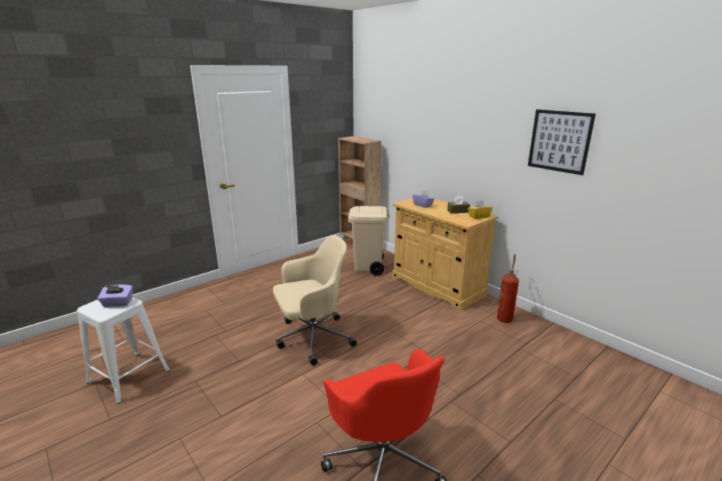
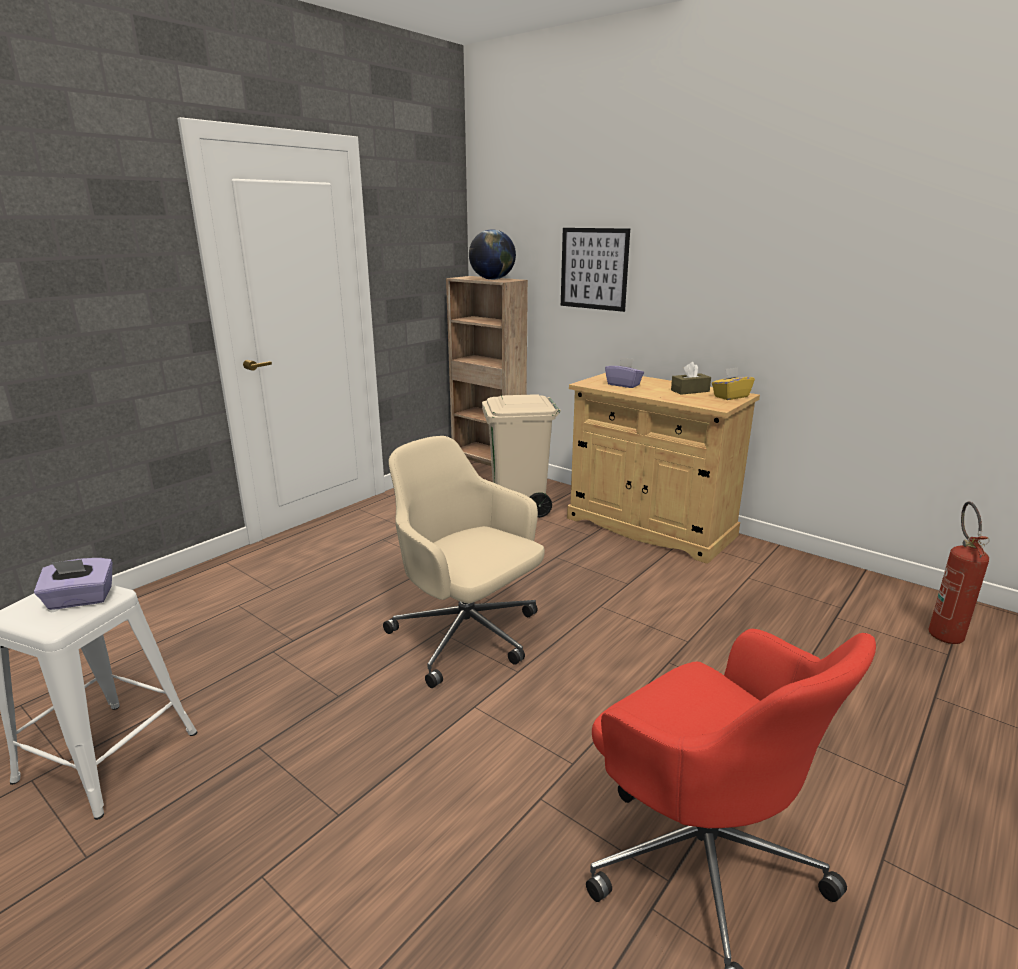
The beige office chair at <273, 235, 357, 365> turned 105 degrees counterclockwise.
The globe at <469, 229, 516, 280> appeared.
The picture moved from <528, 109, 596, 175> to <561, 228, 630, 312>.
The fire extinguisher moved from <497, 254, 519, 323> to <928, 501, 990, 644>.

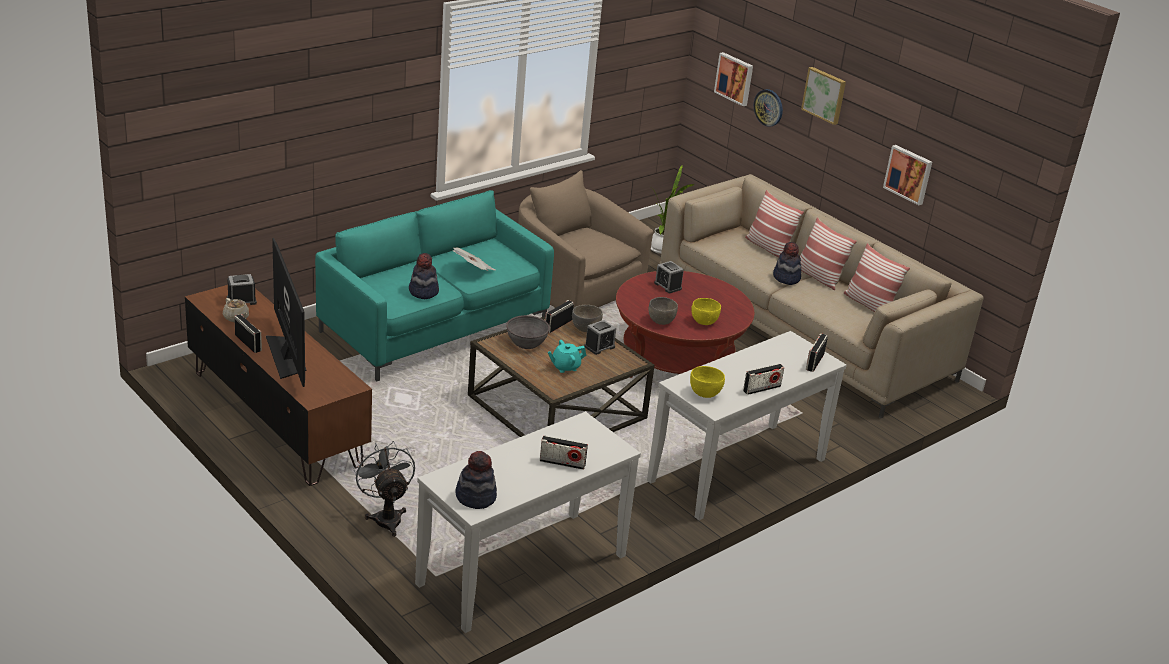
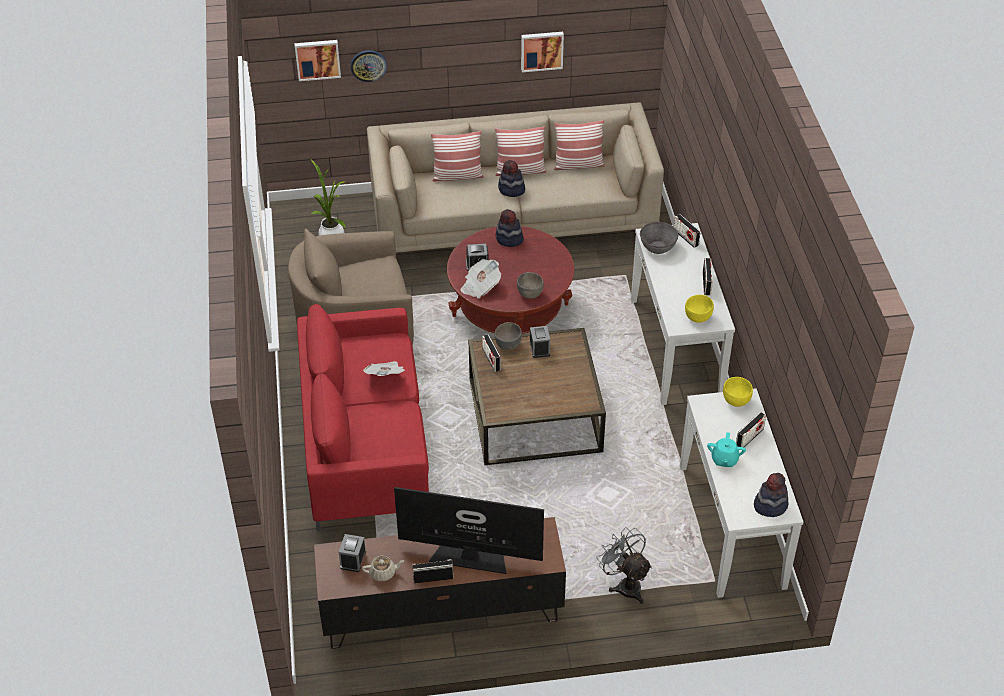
The turquoise sofa at <315, 190, 554, 381> became the red sofa at <297, 304, 429, 531>.
The newspaper at <460, 259, 501, 299> appeared.
The hat moved from <409, 253, 439, 299> to <496, 209, 523, 247>.
The grey fan at <353, 441, 415, 537> turned 45 degrees clockwise.
The grey bowl moved from <506, 315, 550, 349> to <640, 222, 678, 254>.
The turquoise teapot moved from <548, 340, 586, 373> to <707, 432, 746, 467>.
The yellow bowl moved from <691, 298, 721, 325> to <723, 377, 753, 407>.
The picture at <801, 67, 846, 125> disappeared.

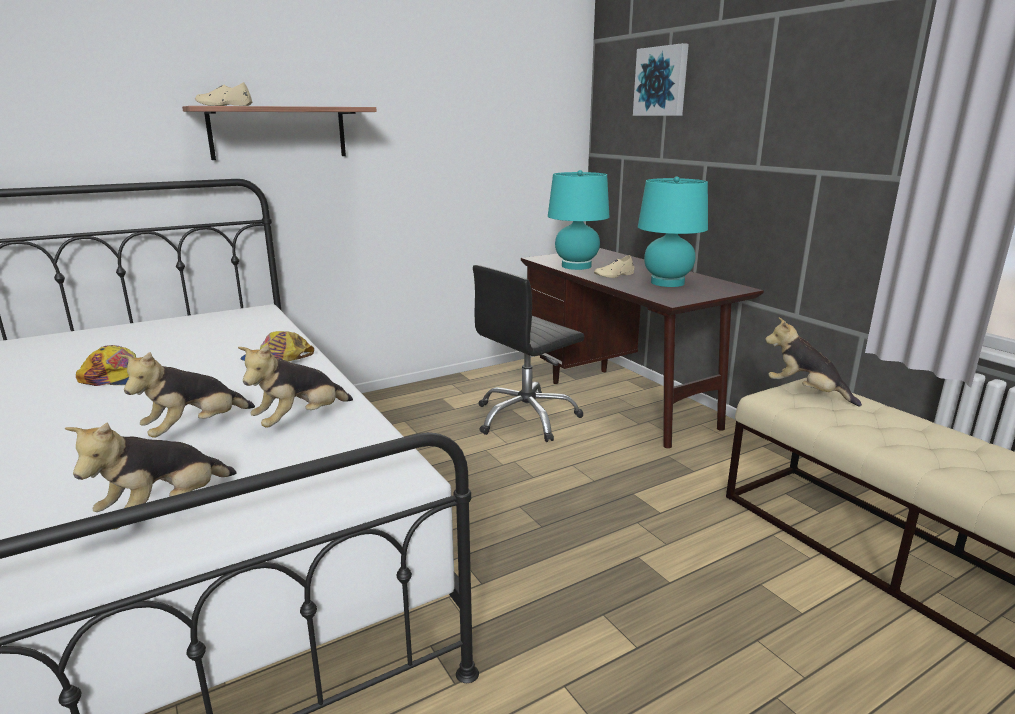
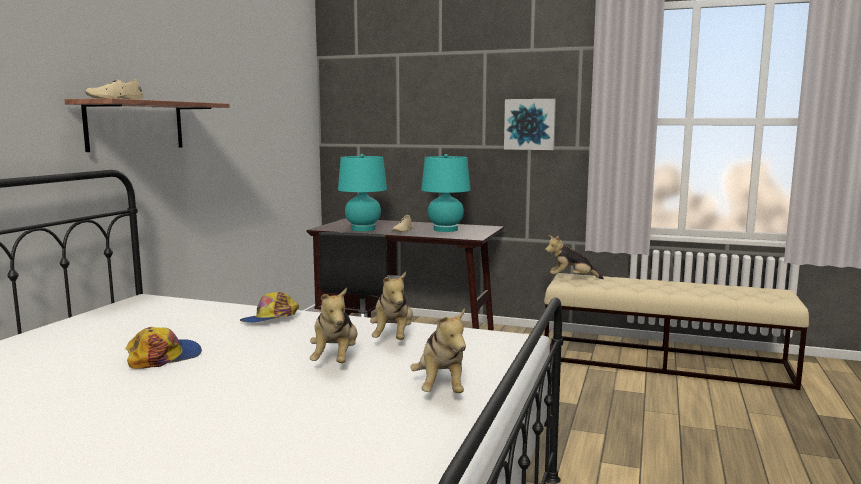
The picture moved from <633, 43, 689, 116> to <504, 99, 556, 150>.

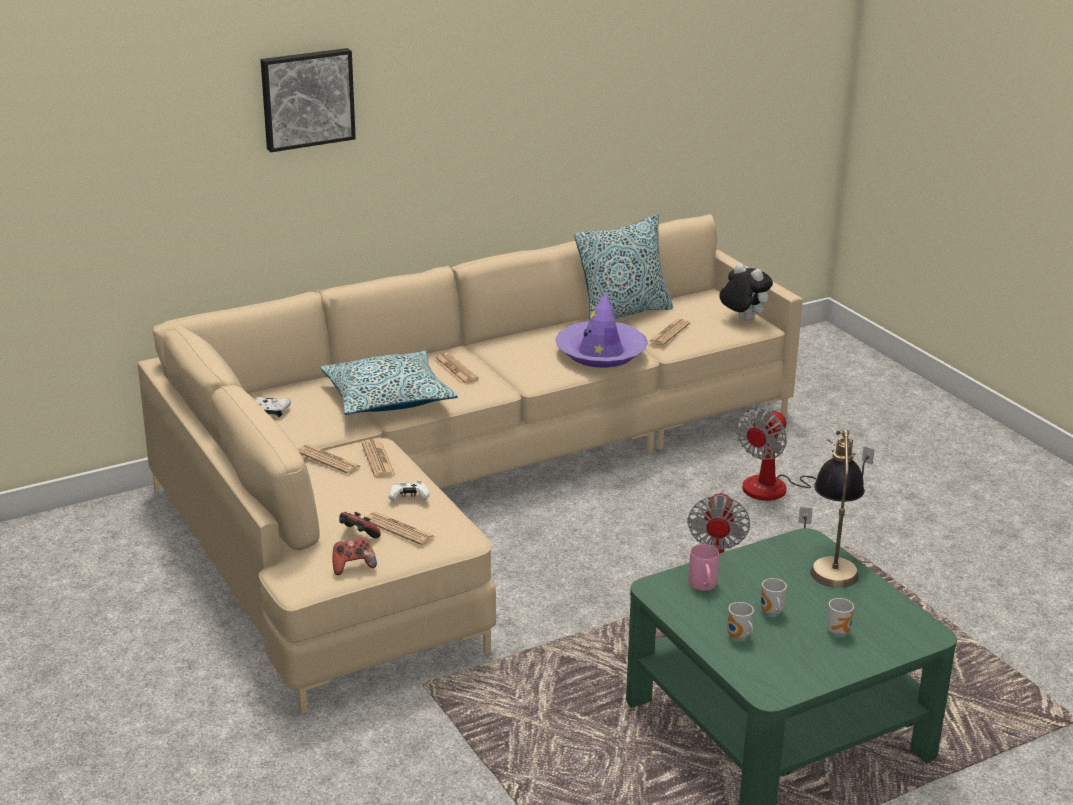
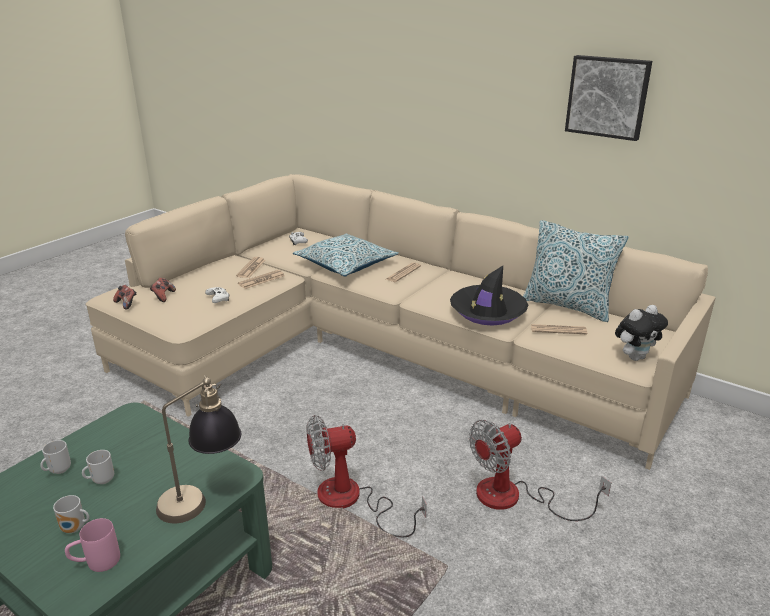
The pink mug moved from <689, 544, 719, 591> to <65, 518, 120, 572>.
The purple hat at <555, 293, 648, 368> became the black hat at <450, 266, 528, 326>.
The fan at <736, 408, 875, 501> turned 45 degrees counterclockwise.
The picture moved from <261, 48, 356, 152> to <565, 55, 652, 141>.
The plush toy at <719, 263, 773, 321> turned 45 degrees clockwise.
The newspaper at <366, 512, 435, 545> disappeared.

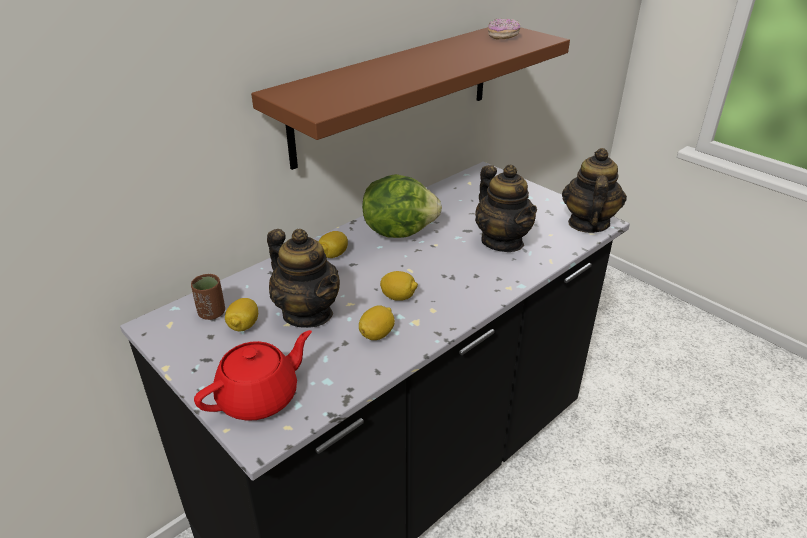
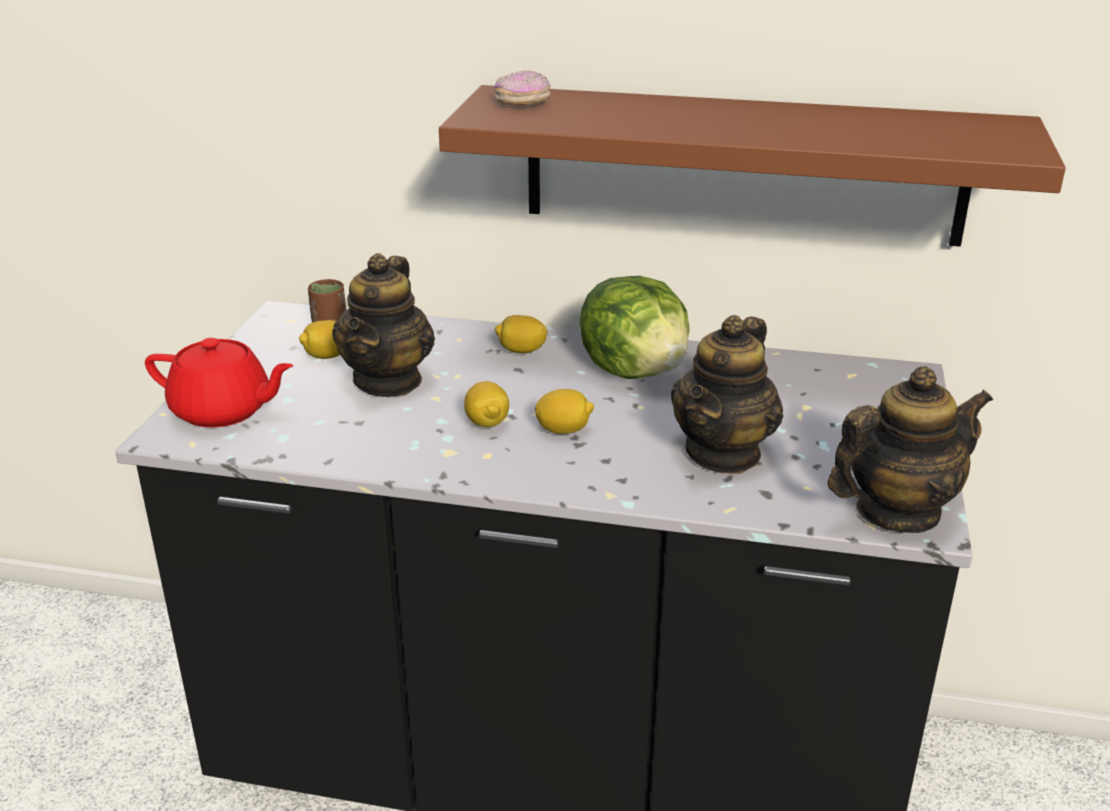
The donut moved from <488, 18, 520, 39> to <495, 70, 551, 106>.
The lemon moved from <359, 305, 395, 340> to <535, 389, 594, 434>.

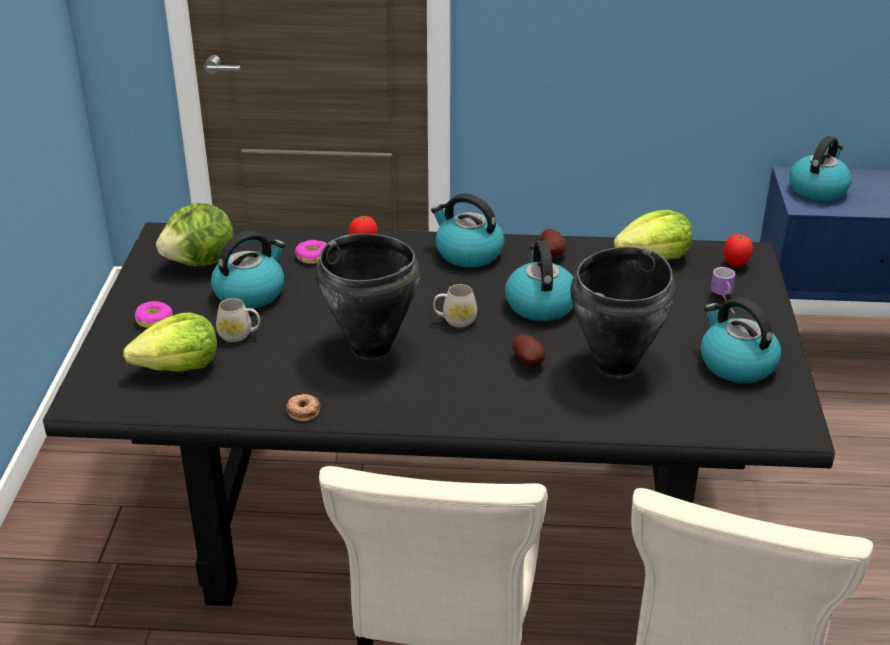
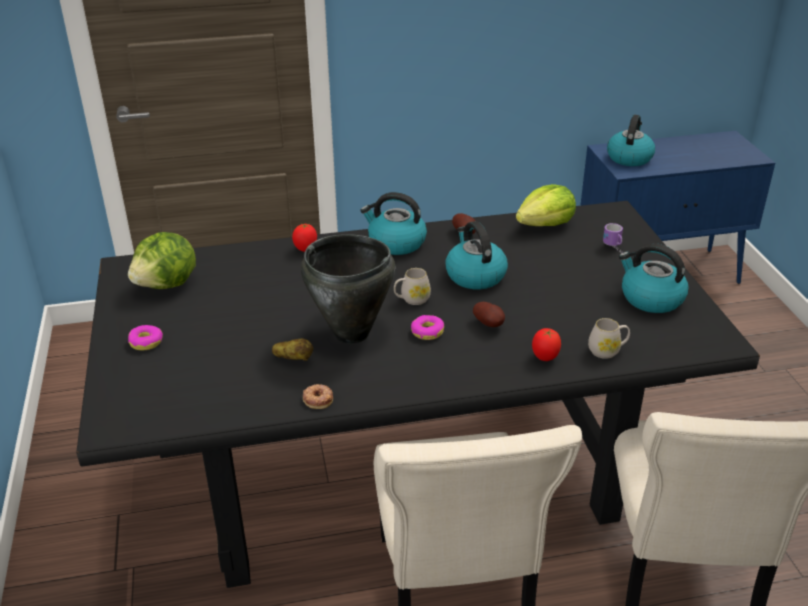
The potato at <272, 338, 313, 361> appeared.
The donut moved from <295, 240, 326, 264> to <411, 315, 444, 340>.
The tomato moved from <724, 234, 753, 267> to <532, 328, 561, 361>.
The white mug moved from <216, 298, 260, 342> to <588, 318, 630, 359>.
The lettuce at <123, 312, 217, 372> disappeared.
The kettle at <211, 231, 285, 309> disappeared.
The black cooking pot at <570, 246, 676, 376> disappeared.

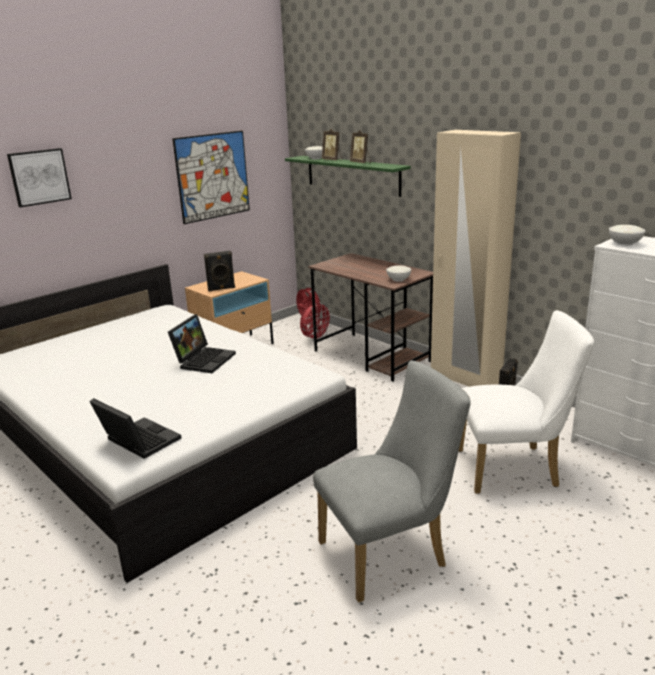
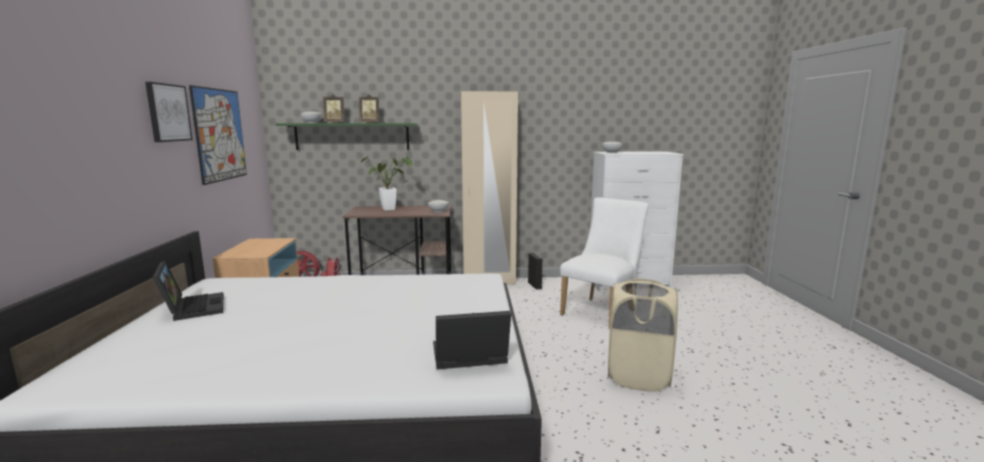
The picture moved from <7, 148, 72, 208> to <145, 82, 193, 142>.
The laptop moved from <168, 314, 236, 373> to <153, 261, 224, 321>.
The potted plant at <361, 156, 413, 211> appeared.
The grey chair at <313, 361, 471, 603> was replaced by the beige laundry basket at <608, 278, 678, 392>.
The black speaker at <204, 251, 235, 291> disappeared.

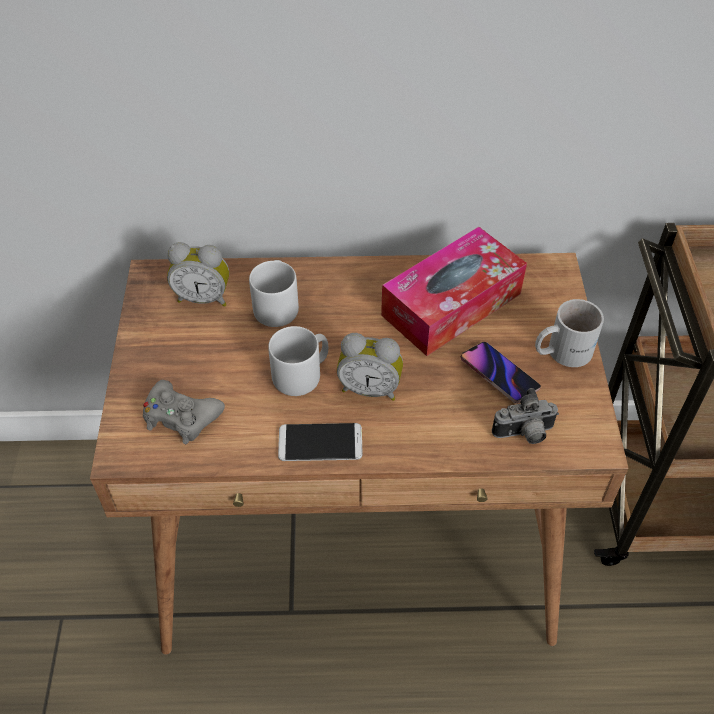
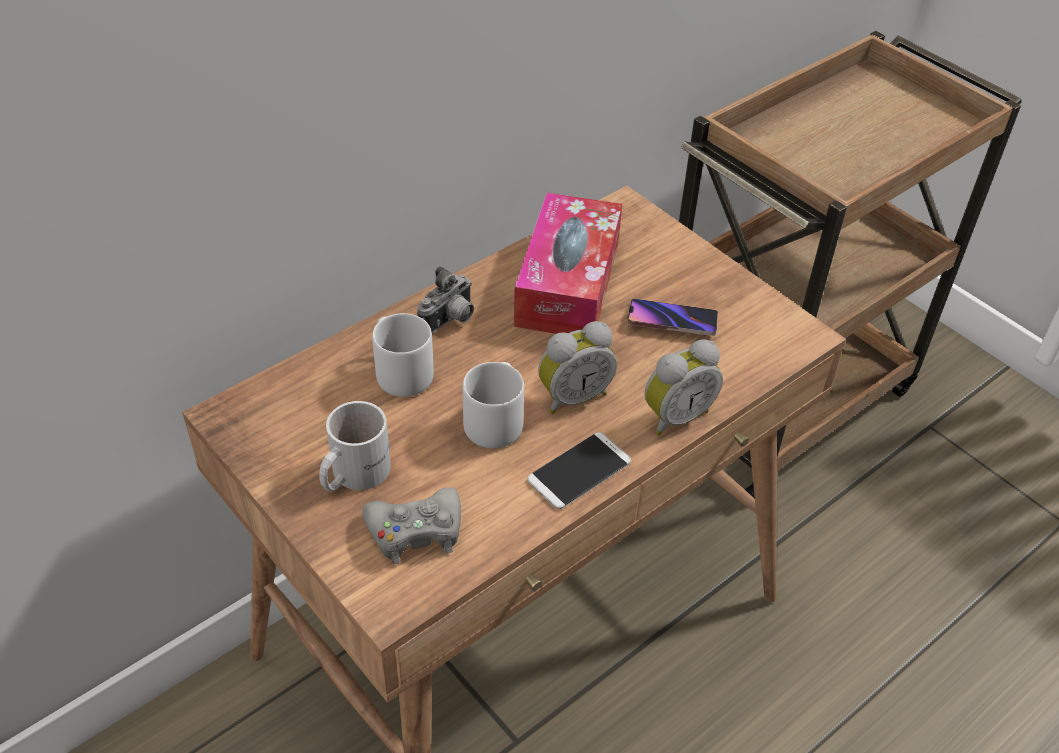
The white mug moved from <535, 299, 604, 367> to <319, 401, 391, 491>.
The photo camera moved from <492, 388, 559, 444> to <417, 266, 474, 333>.
The alarm clock moved from <167, 242, 229, 307> to <645, 340, 723, 436>.

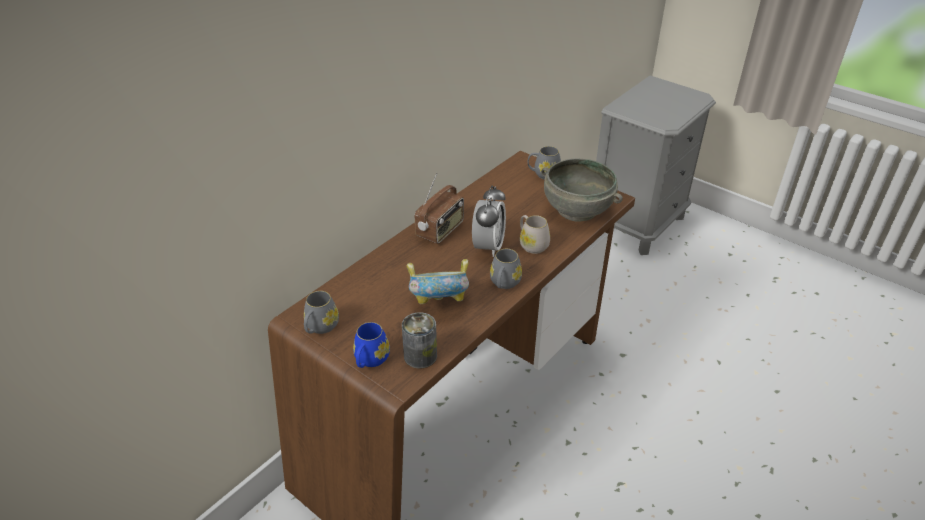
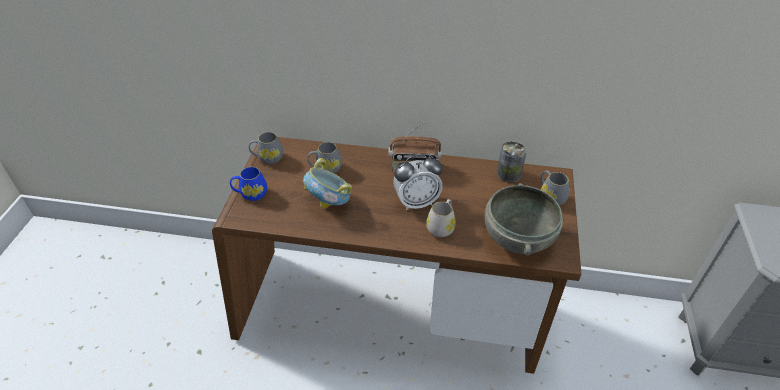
The grey mug moved from <490, 249, 522, 289> to <308, 142, 342, 174>.
The can moved from <402, 312, 437, 369> to <497, 141, 527, 183>.

